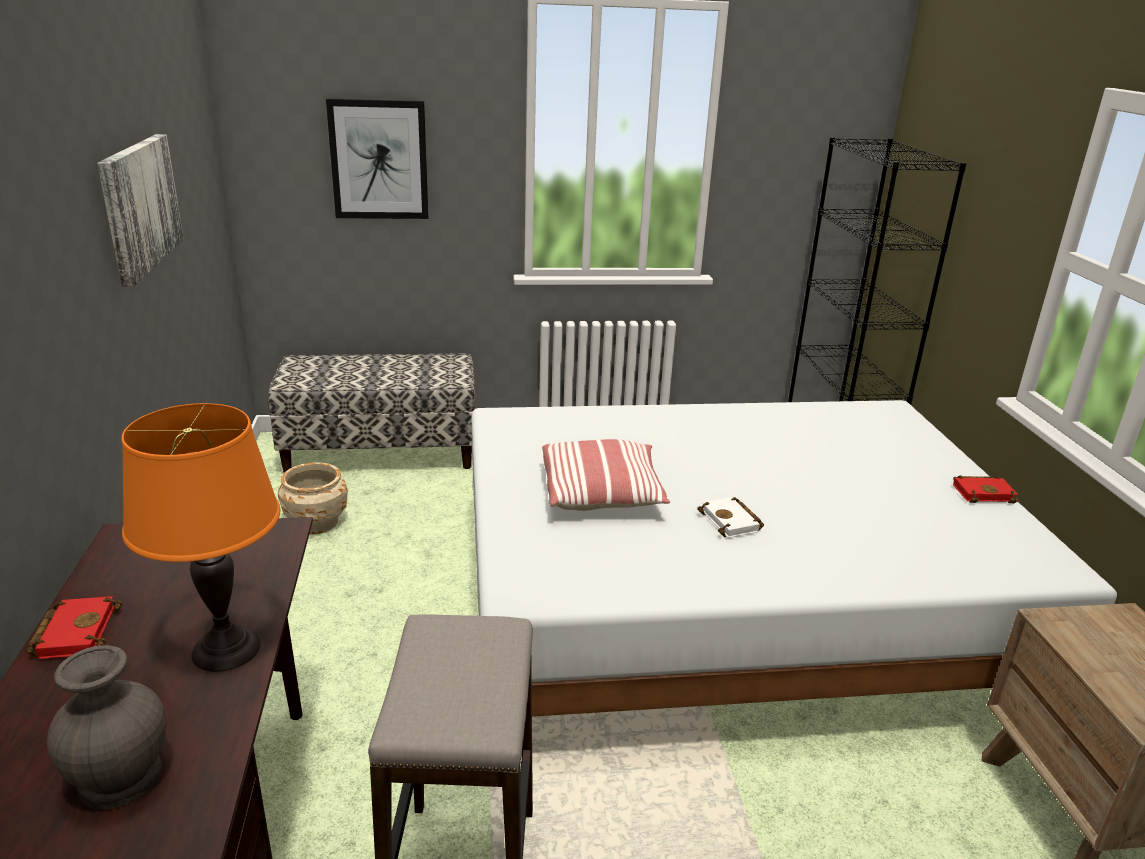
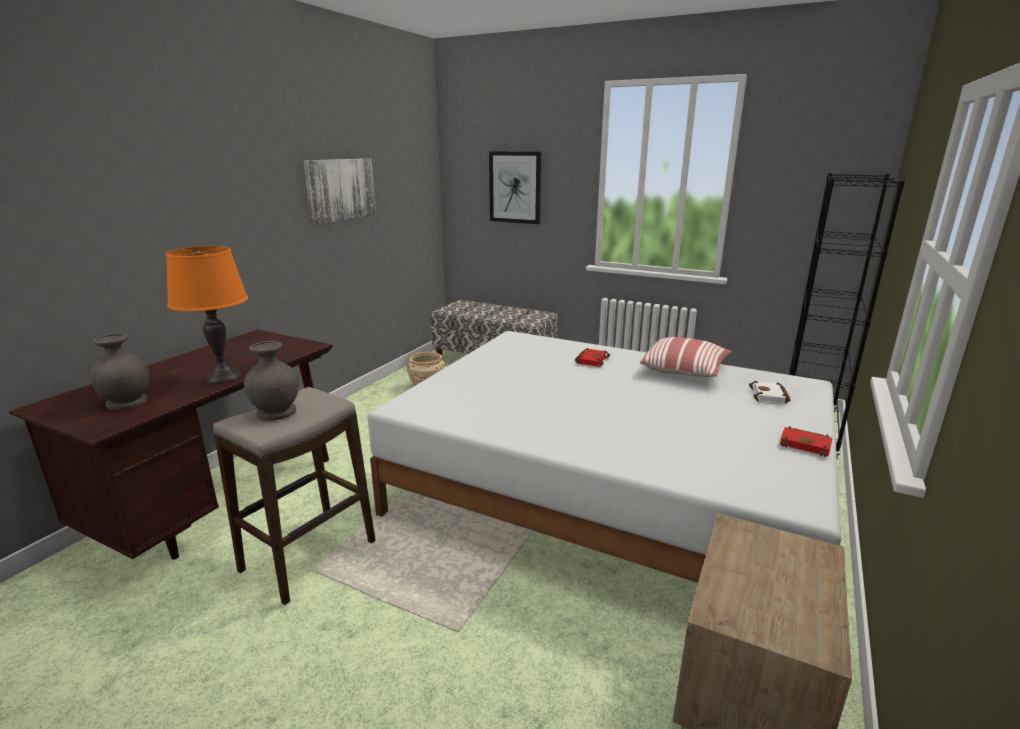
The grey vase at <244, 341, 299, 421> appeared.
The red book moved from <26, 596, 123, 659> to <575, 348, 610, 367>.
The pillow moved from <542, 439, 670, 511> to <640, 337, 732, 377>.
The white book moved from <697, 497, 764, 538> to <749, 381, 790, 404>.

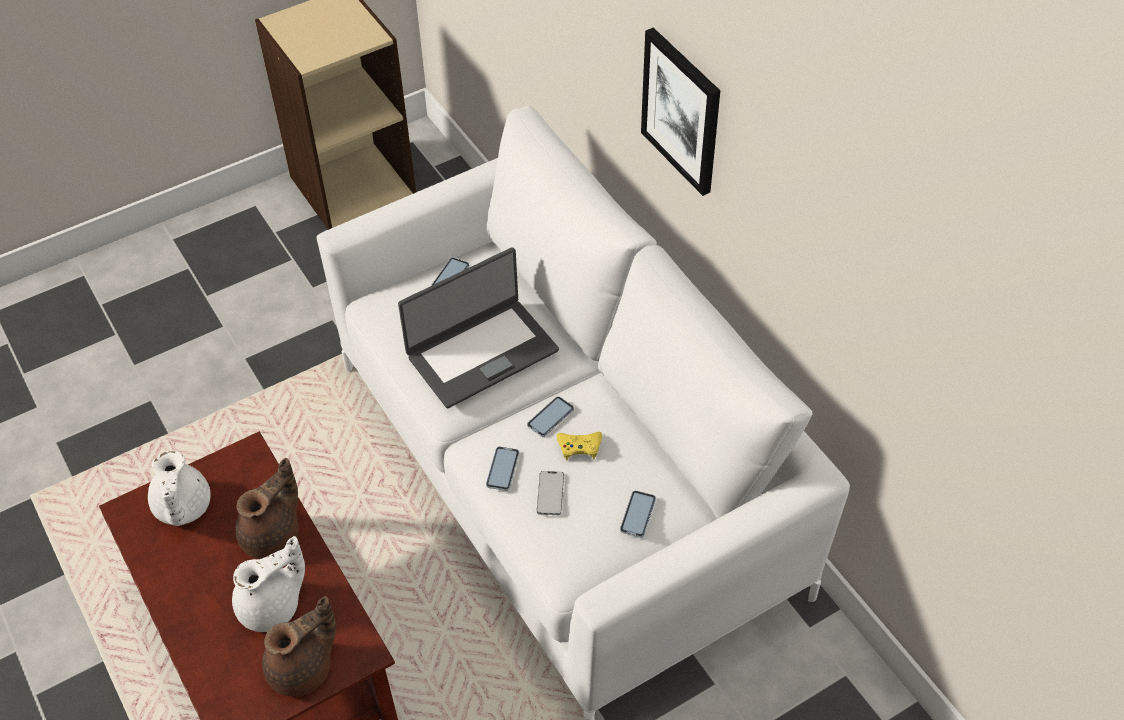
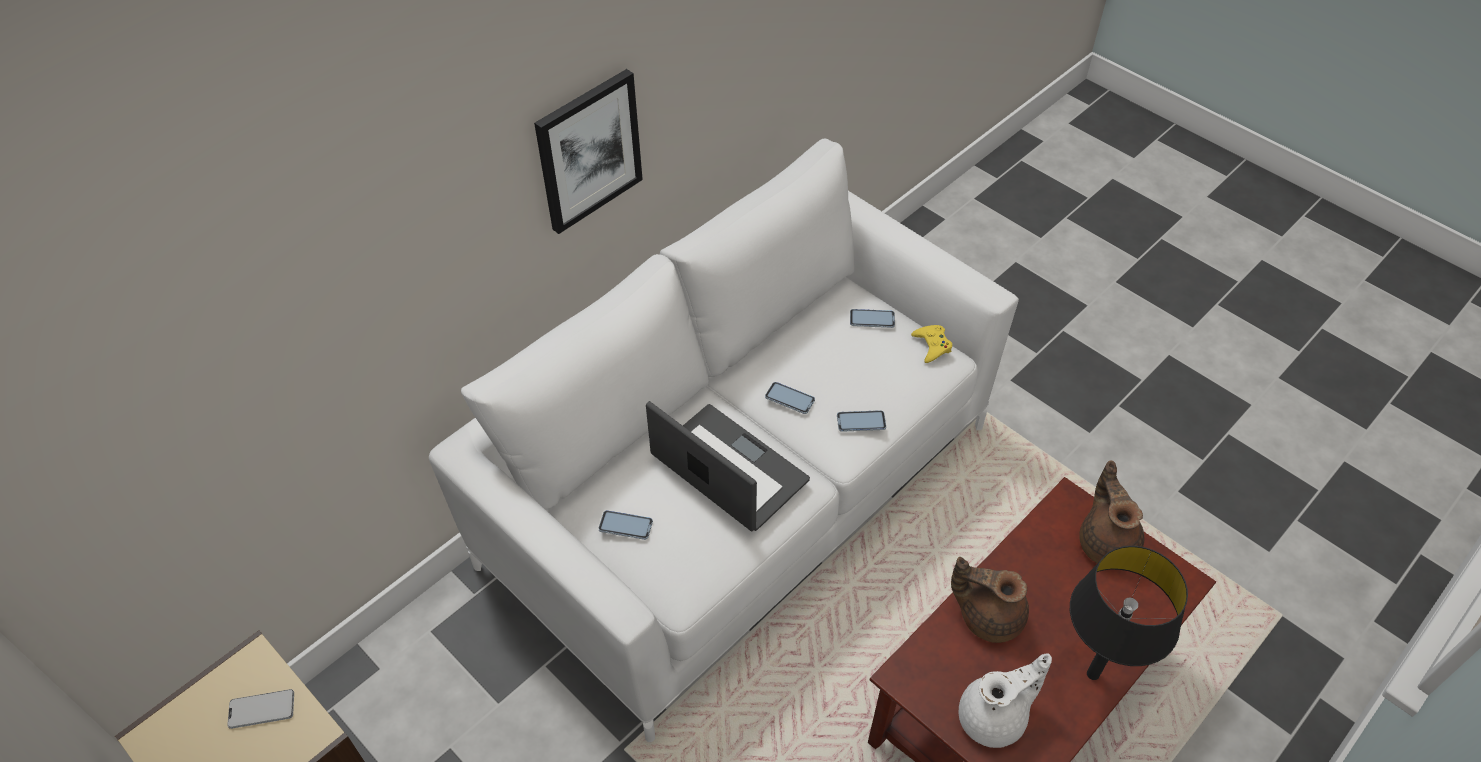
The phone moved from <537, 471, 564, 515> to <227, 689, 294, 729>.
The yellow game controller moved from <557, 432, 602, 460> to <911, 325, 952, 363>.
The black table lamp at <1070, 546, 1188, 680> appeared.
The brown teapot at <262, 596, 336, 697> turned 45 degrees clockwise.
The white teapot at <232, 536, 305, 632> disappeared.

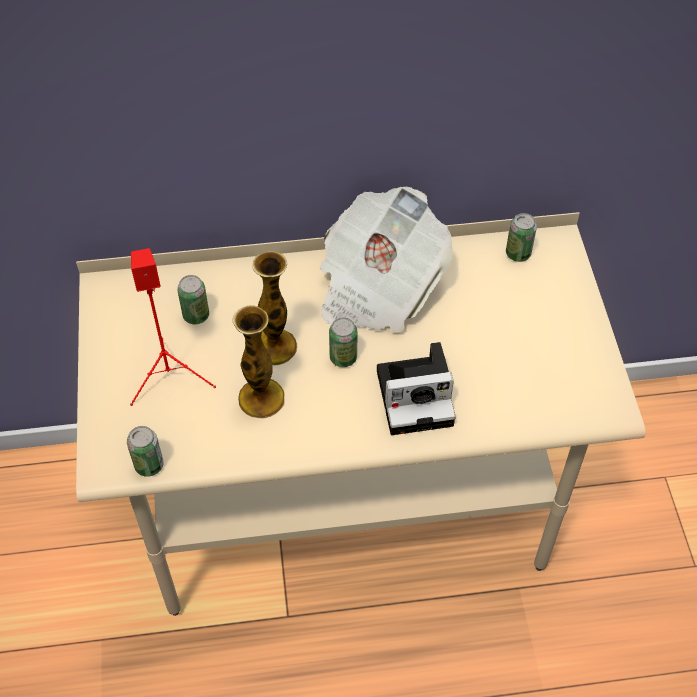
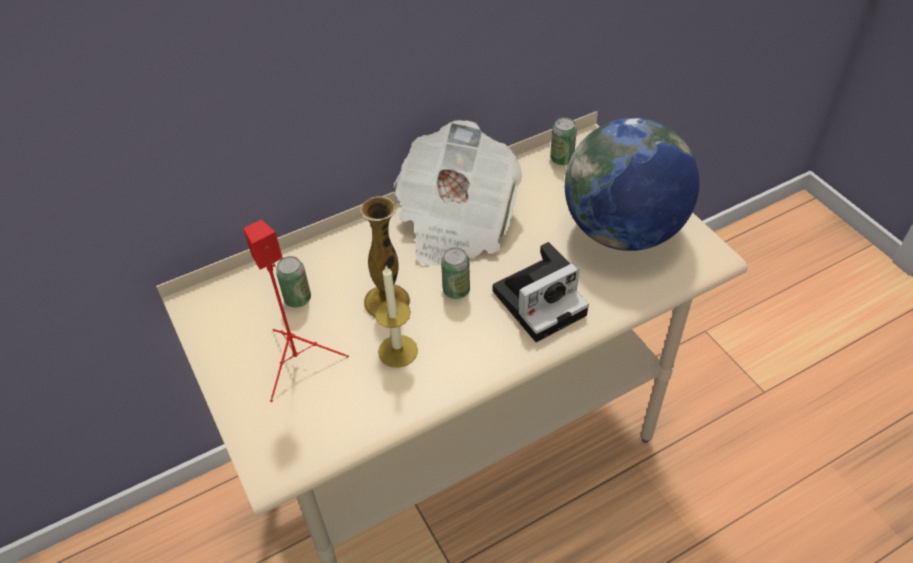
The vase at <233, 305, 285, 419> was replaced by the candle at <375, 265, 418, 368>.
The globe at <565, 118, 699, 251> appeared.
The can at <127, 426, 164, 477> disappeared.

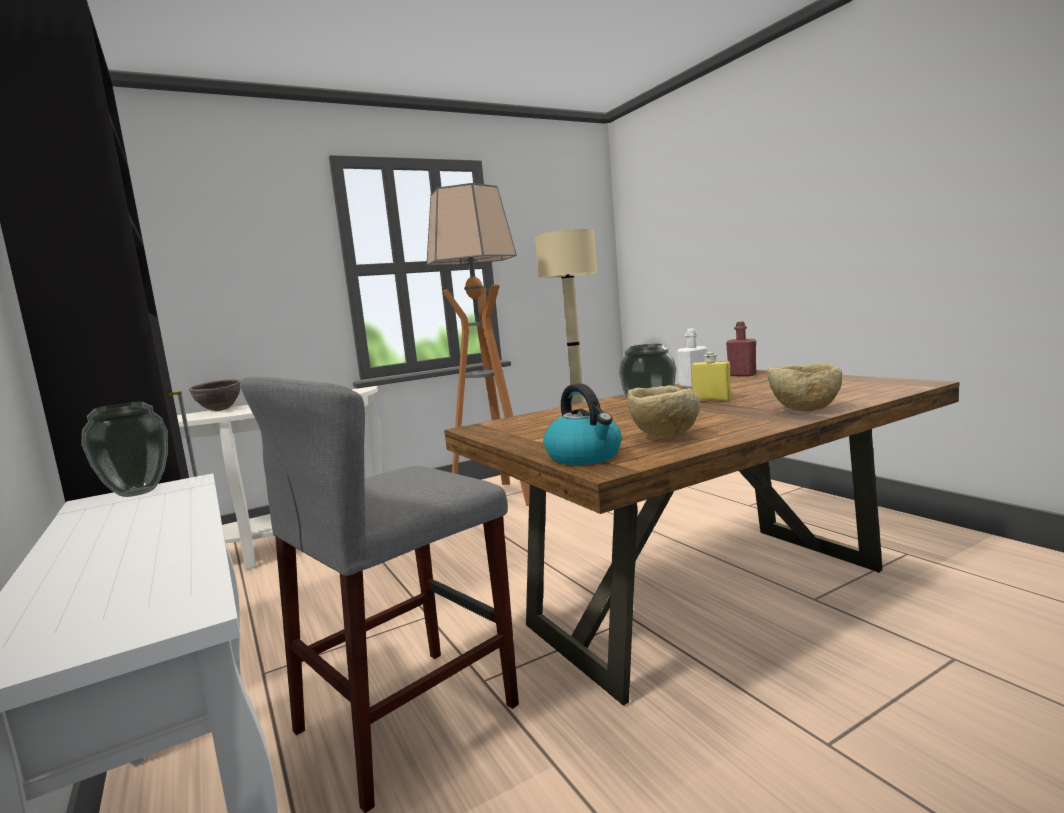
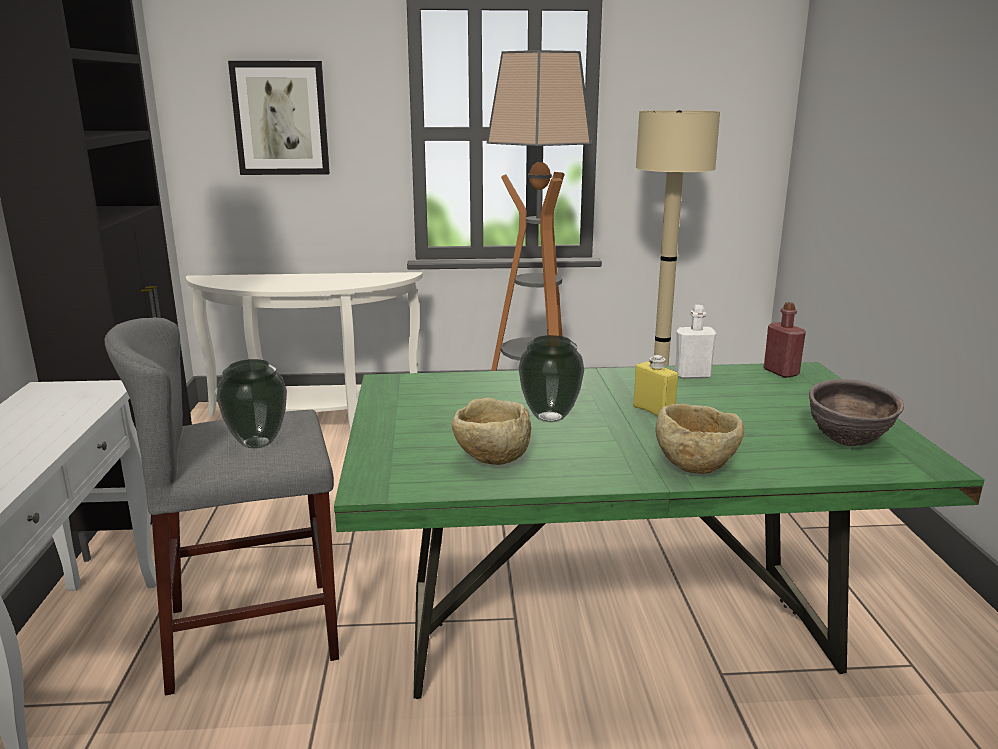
The vase moved from <81, 402, 168, 497> to <217, 359, 287, 449>.
The picture at <228, 61, 330, 175> appeared.
The brown dining table at <444, 370, 960, 705> became the green dining table at <334, 362, 985, 699>.
The brown bowl moved from <189, 379, 241, 411> to <809, 379, 904, 446>.
The kettle at <544, 383, 622, 465> disappeared.

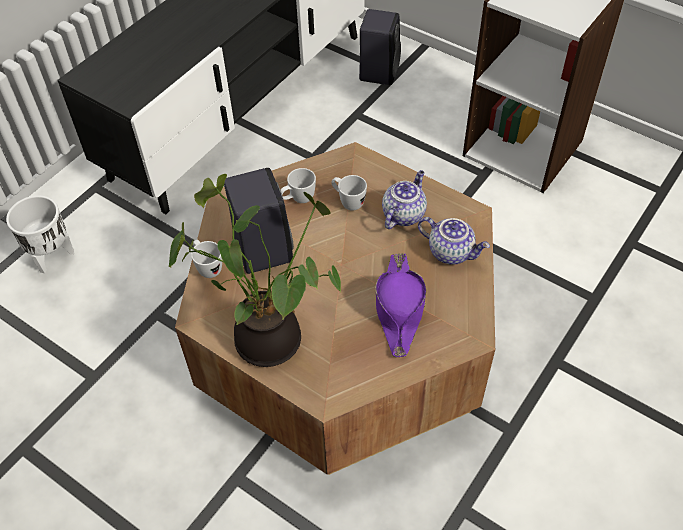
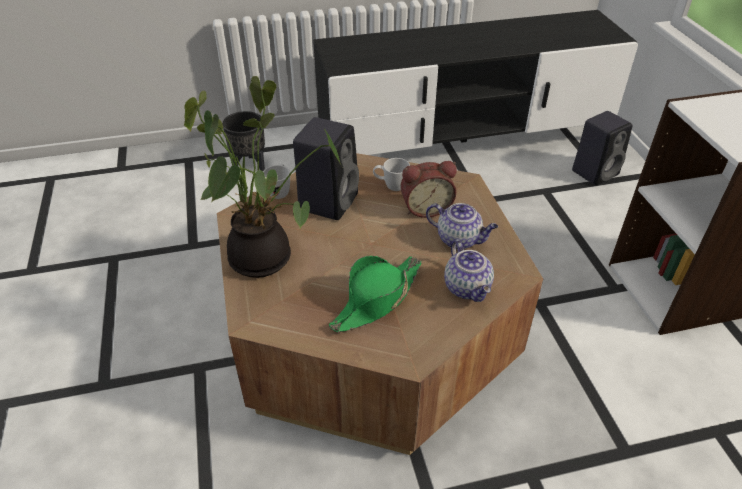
The white planter at <6, 195, 74, 273> became the black planter at <222, 111, 265, 171>.
The purple hat at <376, 253, 426, 357> became the green hat at <329, 256, 422, 332>.
The white mug at <331, 175, 367, 210> was replaced by the alarm clock at <401, 161, 457, 218>.
The teapot at <382, 170, 427, 229> turned 45 degrees clockwise.

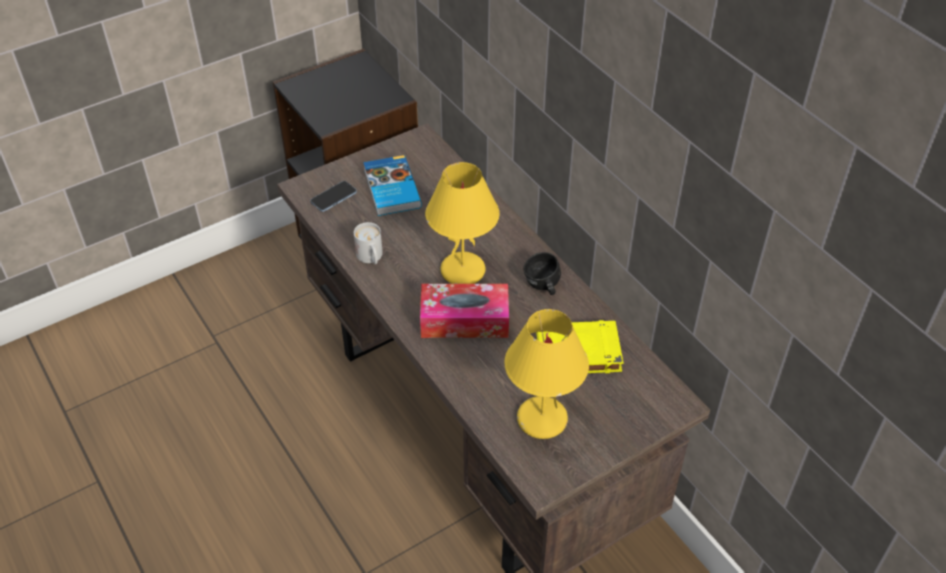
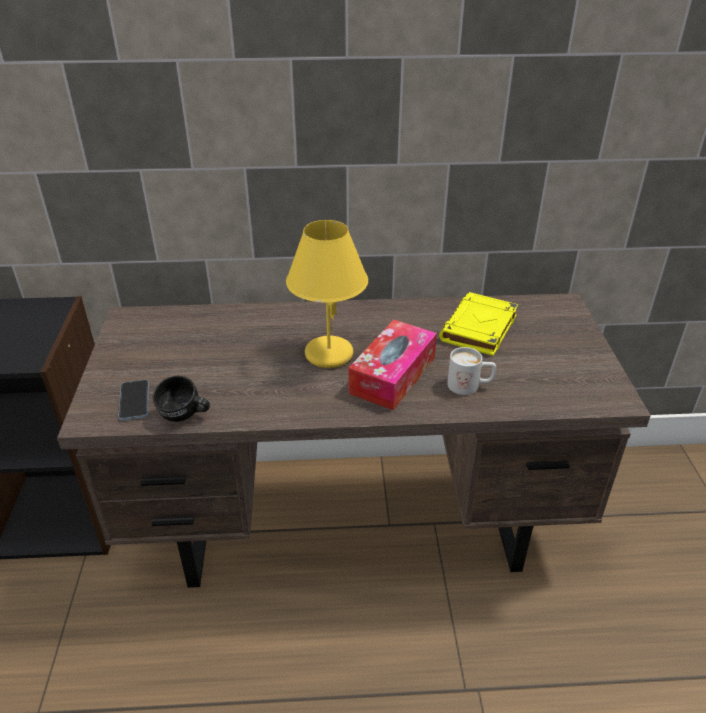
The black mug moved from <523, 252, 561, 295> to <153, 376, 210, 422>.
The white mug moved from <354, 222, 383, 264> to <447, 347, 496, 395>.
The book at <363, 155, 422, 216> disappeared.
The yellow table lamp at <504, 309, 589, 439> disappeared.

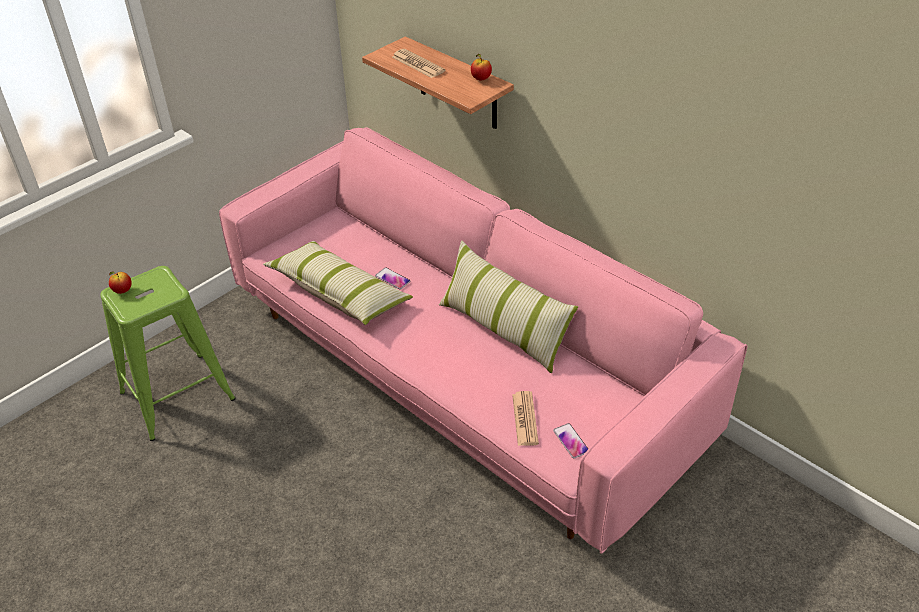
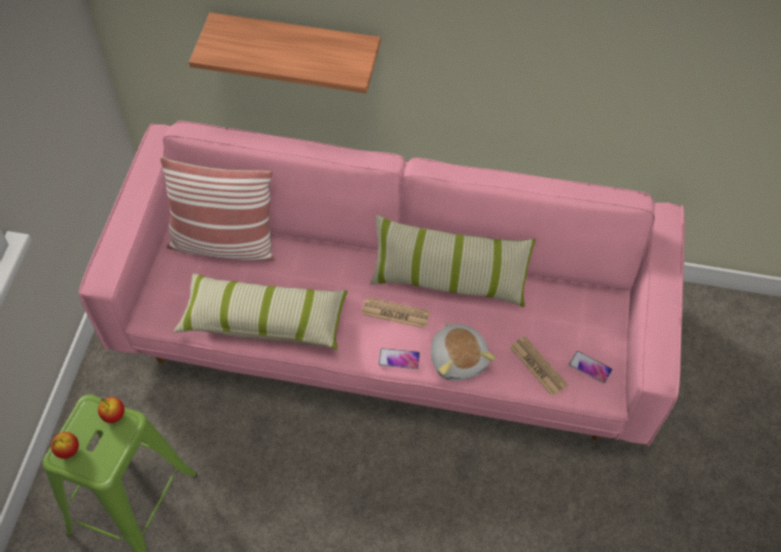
The apple moved from <471, 54, 492, 80> to <98, 397, 124, 423>.
The pillow at <160, 157, 275, 261> appeared.
The newspaper moved from <392, 49, 445, 78> to <362, 297, 430, 328>.
The phone moved from <375, 268, 410, 290> to <378, 348, 420, 369>.
The plush toy at <431, 322, 496, 381> appeared.

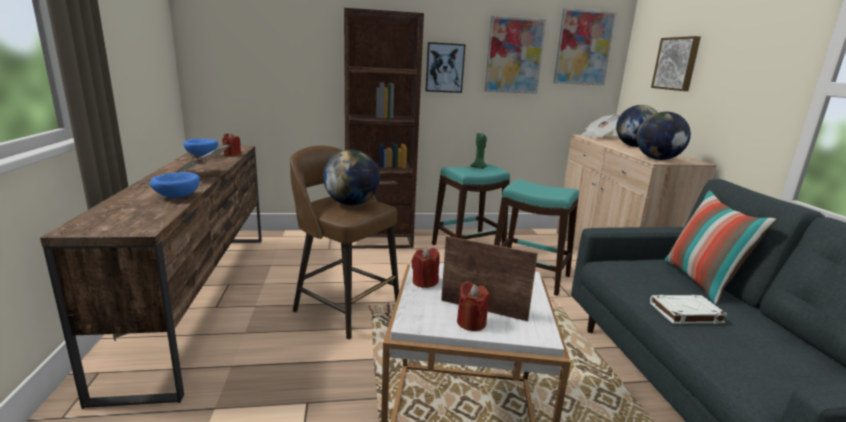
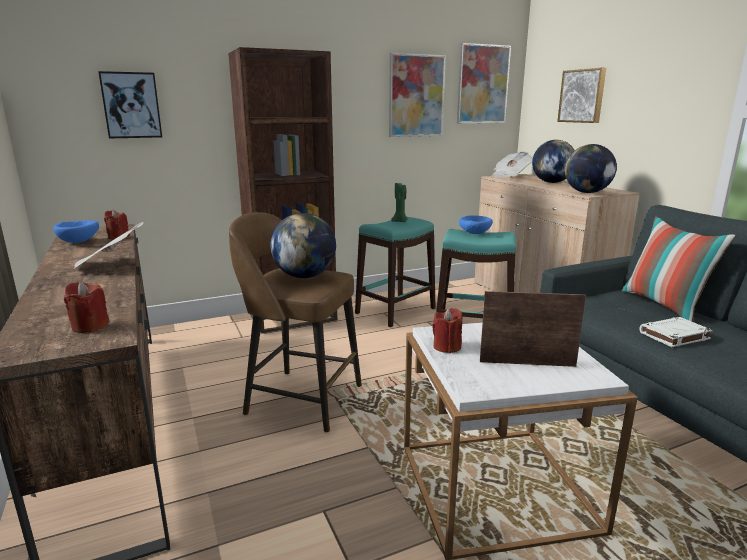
The red candle moved from <457, 281, 489, 331> to <64, 282, 109, 333>.
The picture moved from <425, 42, 466, 93> to <98, 71, 162, 139>.
The blue bowl moved from <150, 172, 200, 198> to <459, 215, 493, 234>.

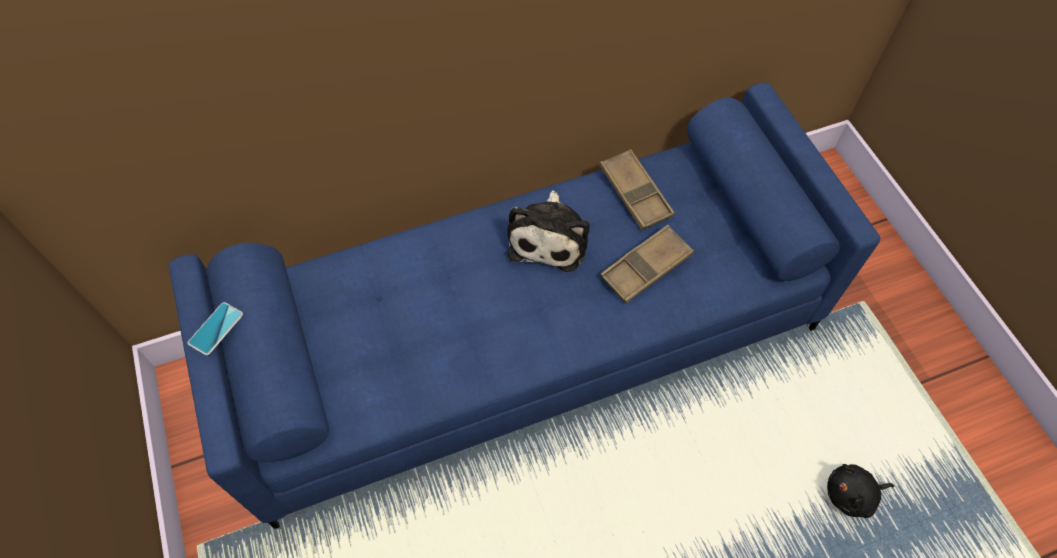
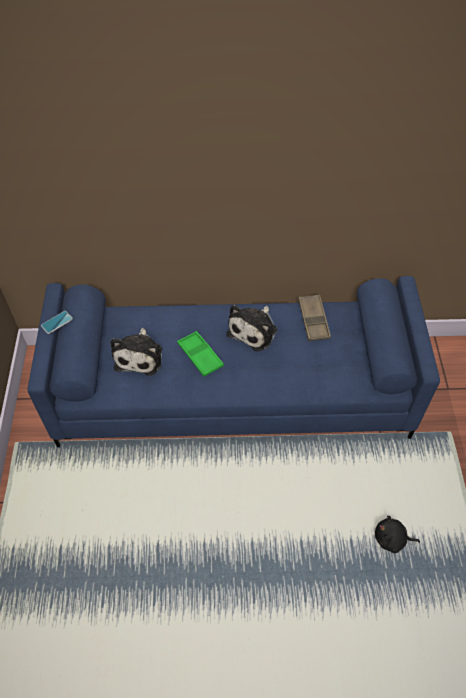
The plush toy at <111, 328, 162, 376> appeared.
The green tray at <177, 331, 224, 377> appeared.
The brown tray at <600, 225, 694, 304> disappeared.

